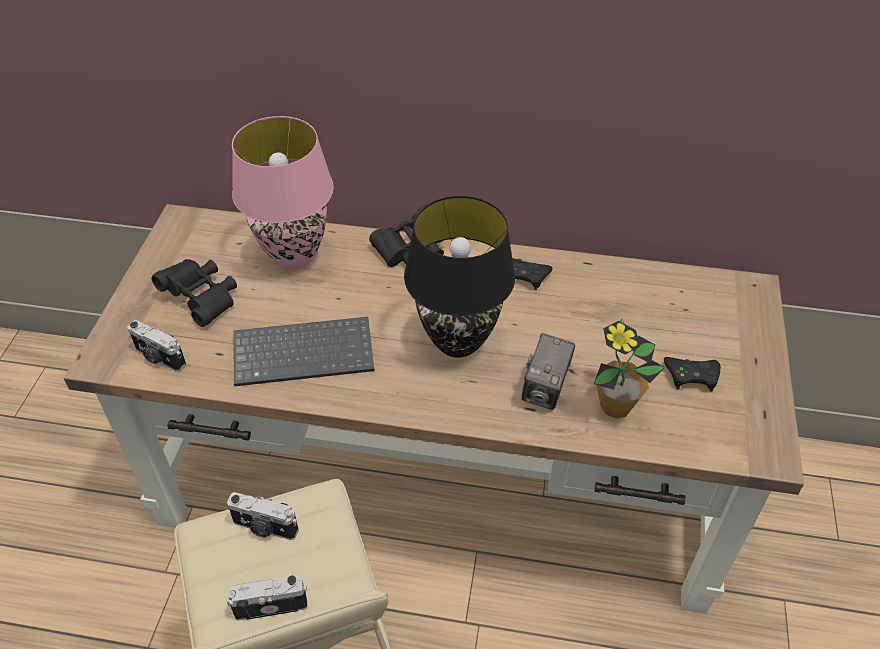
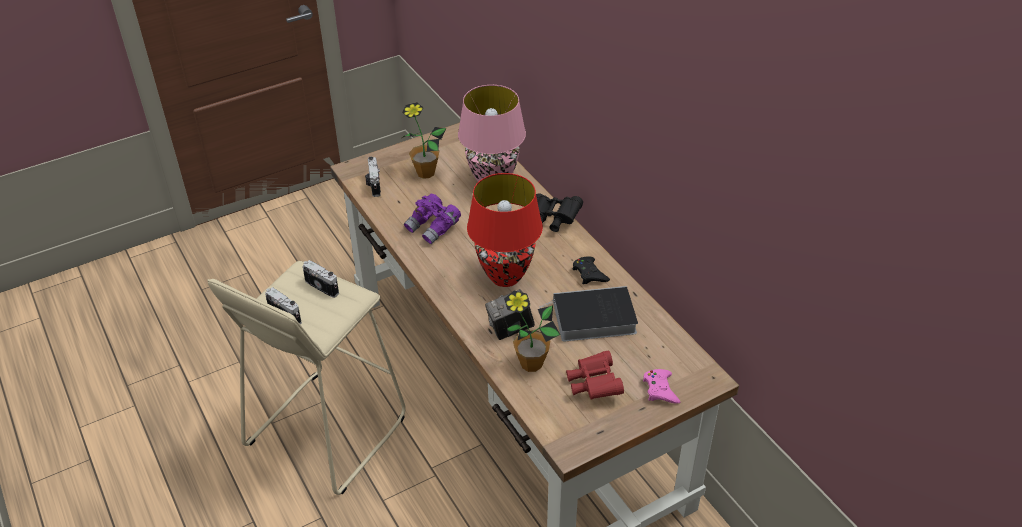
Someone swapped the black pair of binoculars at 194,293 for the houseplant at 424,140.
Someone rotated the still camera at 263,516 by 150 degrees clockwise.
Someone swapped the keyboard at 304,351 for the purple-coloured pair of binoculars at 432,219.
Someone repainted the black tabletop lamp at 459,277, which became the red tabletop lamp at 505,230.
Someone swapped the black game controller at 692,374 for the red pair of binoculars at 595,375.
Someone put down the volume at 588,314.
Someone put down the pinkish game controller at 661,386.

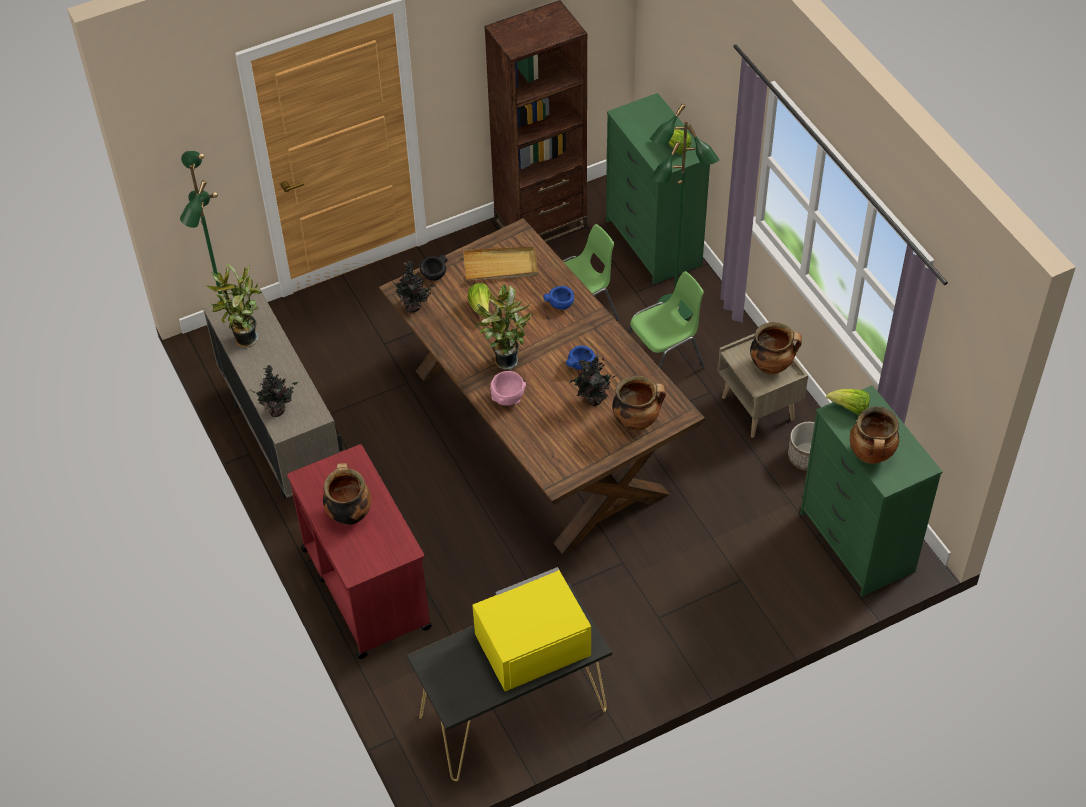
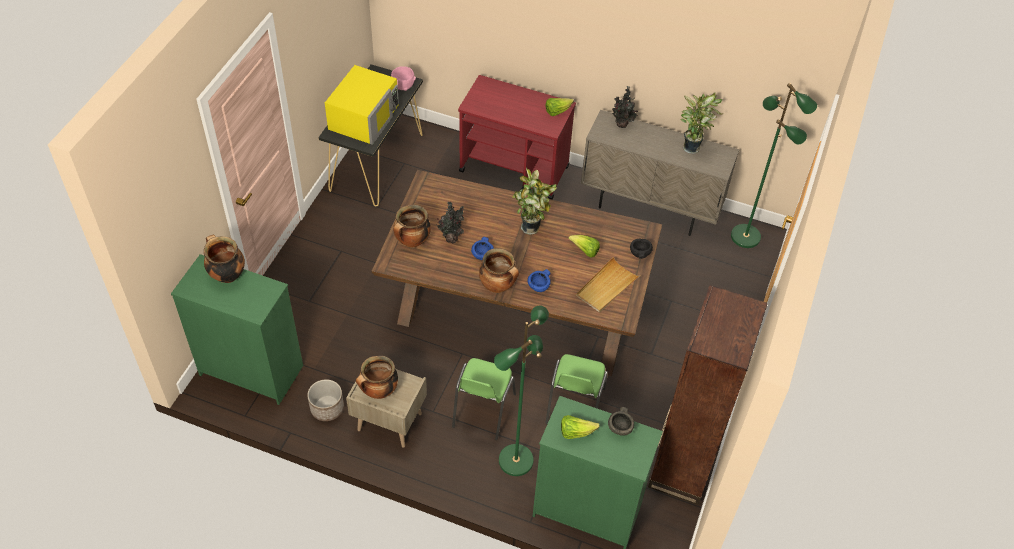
Someone carried the cooking pot from 347,494 to 499,270.
Someone took away the houseplant at 413,286.
Someone carried the pinkish bowl from 508,388 to 403,78.
Someone carried the head of lettuce from 848,402 to 559,107.
Someone put down the gray bowl at 621,421.

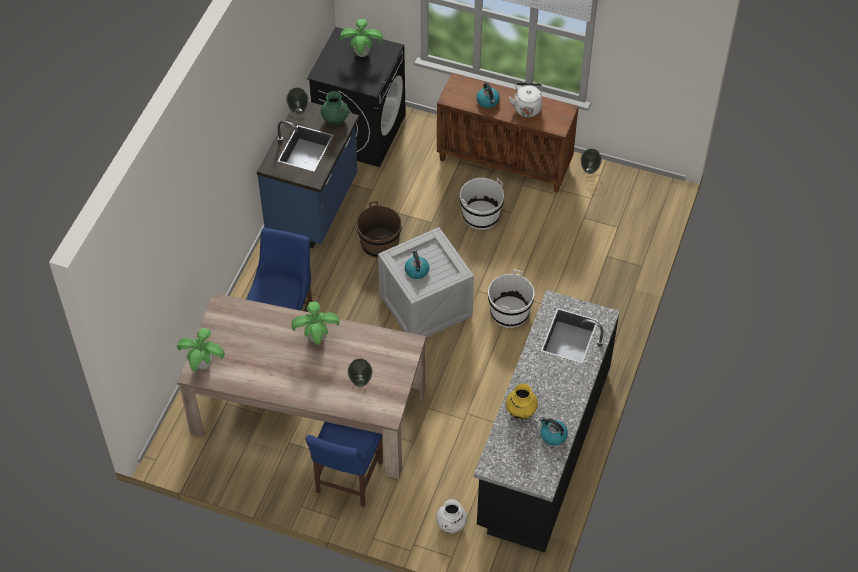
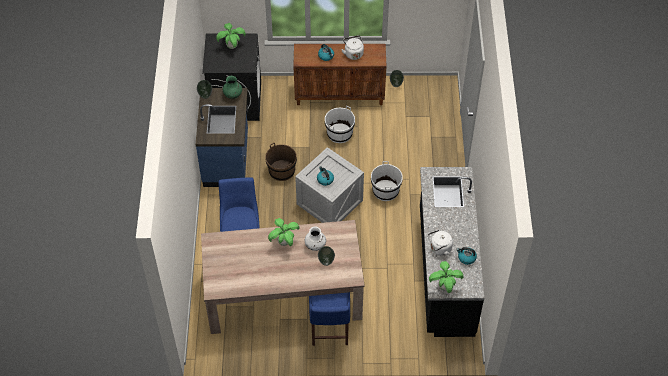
Someone carried the houseplant from 201,350 to 446,277.
Someone carried the whitish decorative vase from 451,516 to 315,238.
Someone swapped the yellow-coloured decorative vase at 522,401 for the whitish water kettle at 440,242.

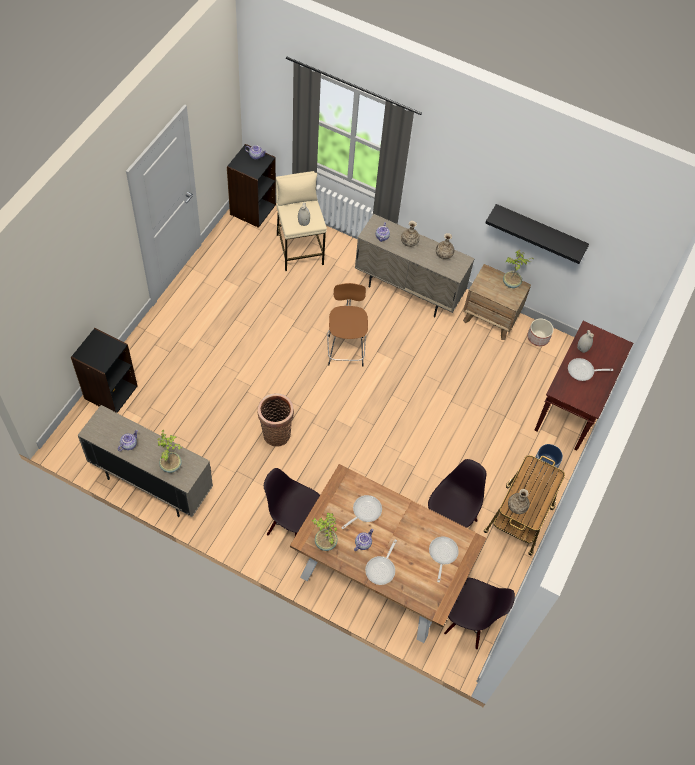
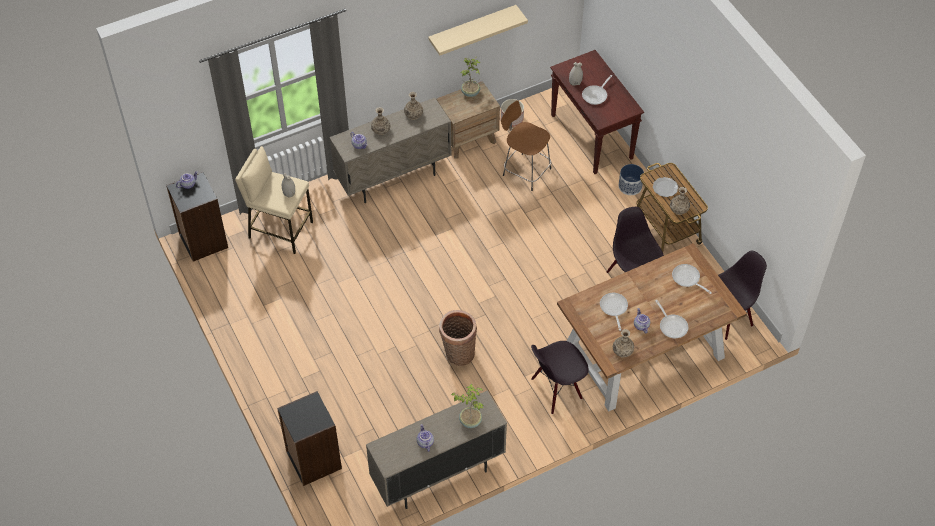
Someone swapped the houseplant at 325,532 for the decorative vase at 623,343.
Someone carried the brown-coloured sitting stool from 347,324 to 526,145.
Someone repainted the black shelf at 537,234, which became the beige shelf at 478,30.
Someone put down the dinner plate at 665,187.

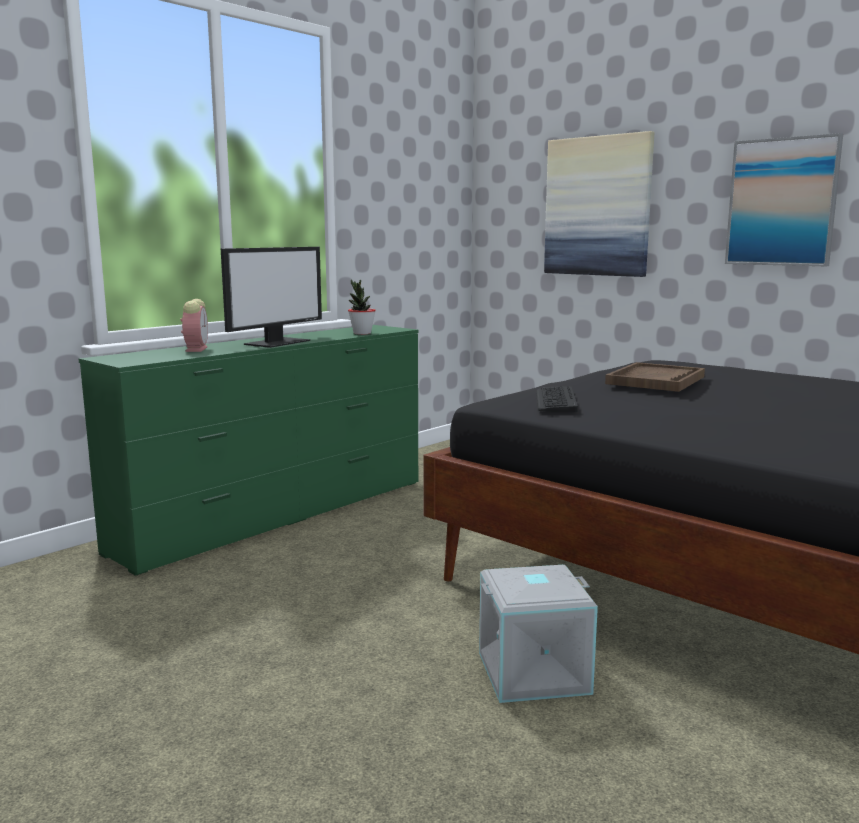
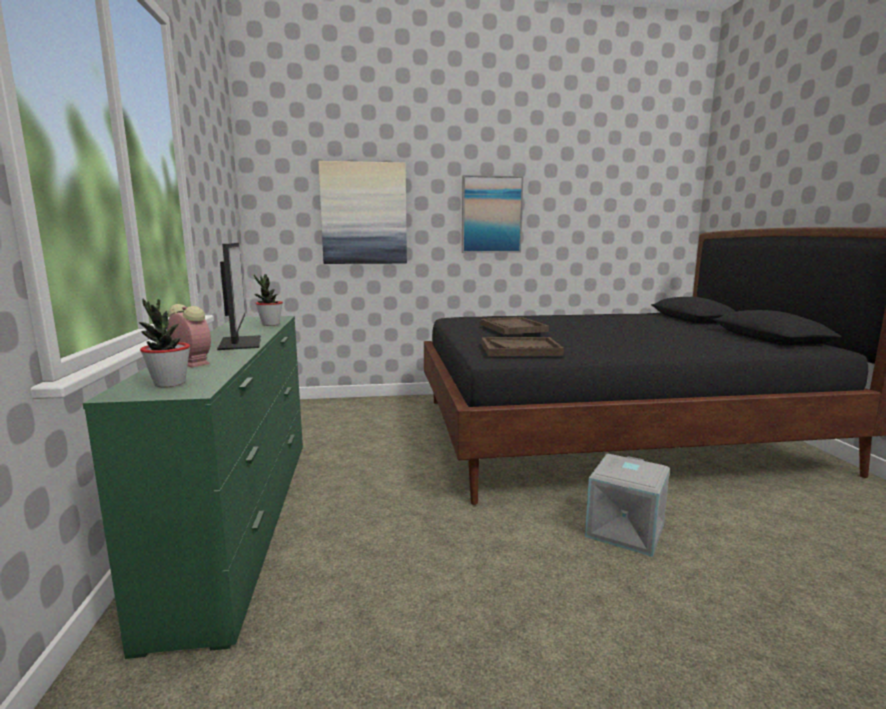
Someone swapped the keyboard at 557,399 for the brown-coloured tray at 522,346.
Someone put down the houseplant at 164,343.

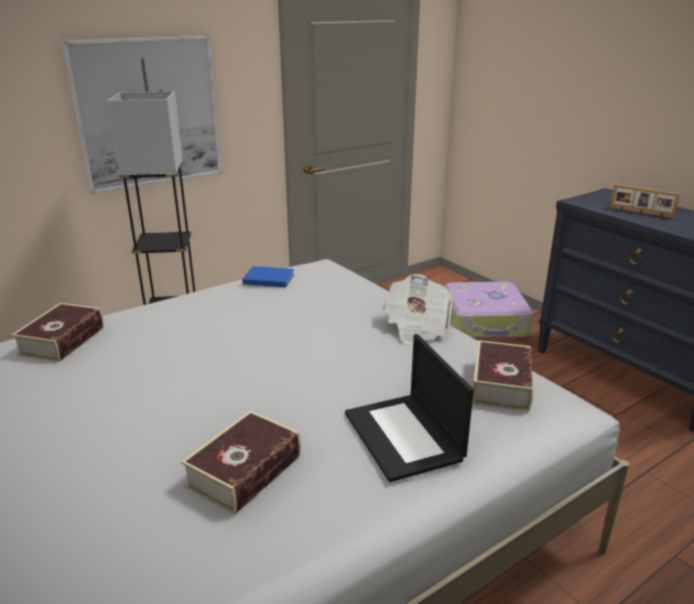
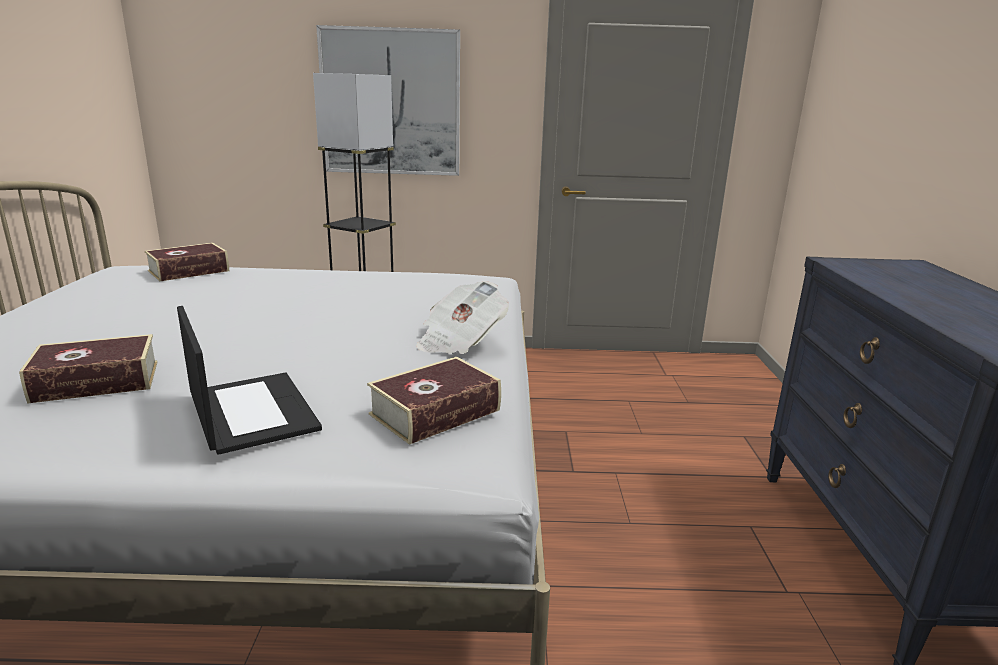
Someone took away the bluish volume at 268,276.
Someone rotated the notebook computer at 409,408 by 135 degrees clockwise.
Someone took away the suitcase at 488,310.
Someone took away the photo frame at 645,201.

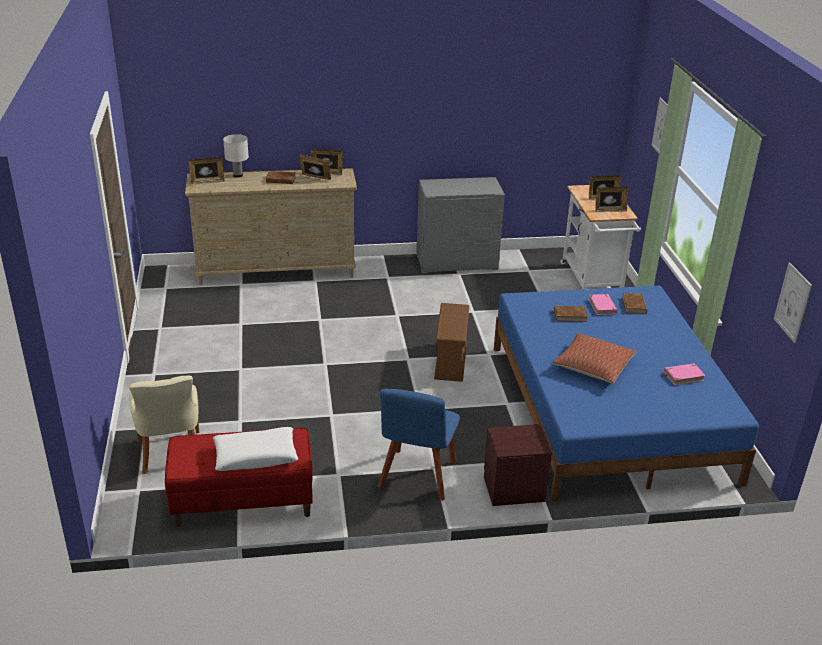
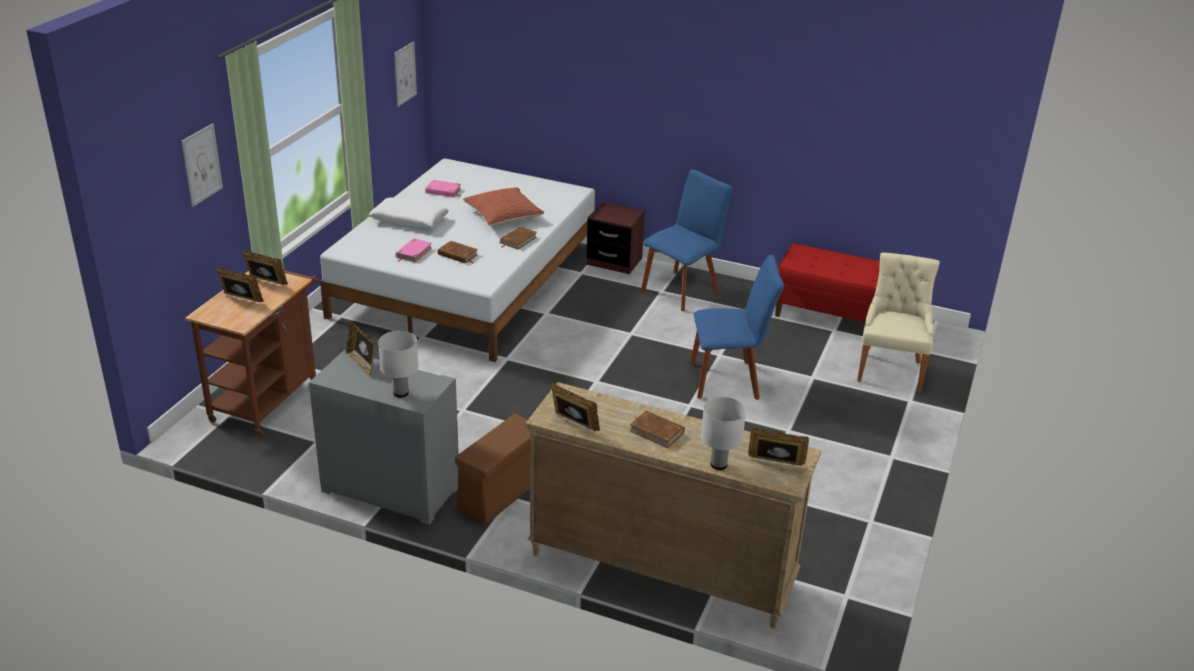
Someone carried the whitish cushion from 255,449 to 409,212.
Someone carried the photo frame from 315,167 to 360,348.
Someone carried the brown-coloured storage box from 451,342 to 492,469.
Someone repainted the bluish bed at 626,393, which became the whitish bed at 457,260.
Someone repainted the whitish wheeled cart at 600,237, which became the brown-coloured wheeled cart at 251,353.
Someone carried the brown-coloured volume from 634,303 to 518,237.
Someone put down the whitish tabletop lamp at 398,364.
Someone put down the bluish plain chair at 737,327.

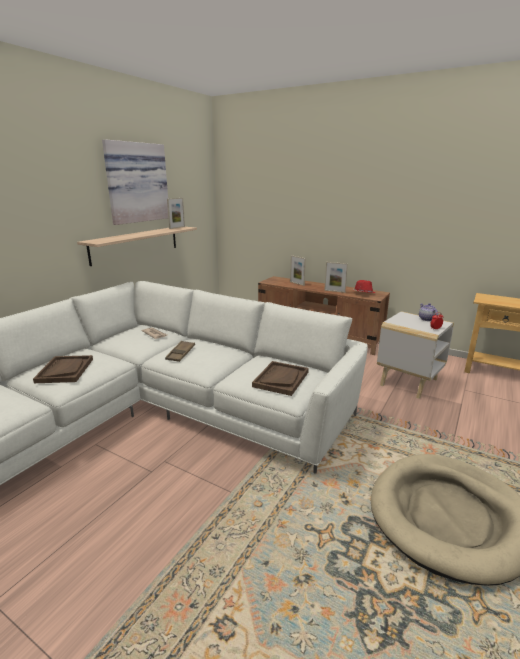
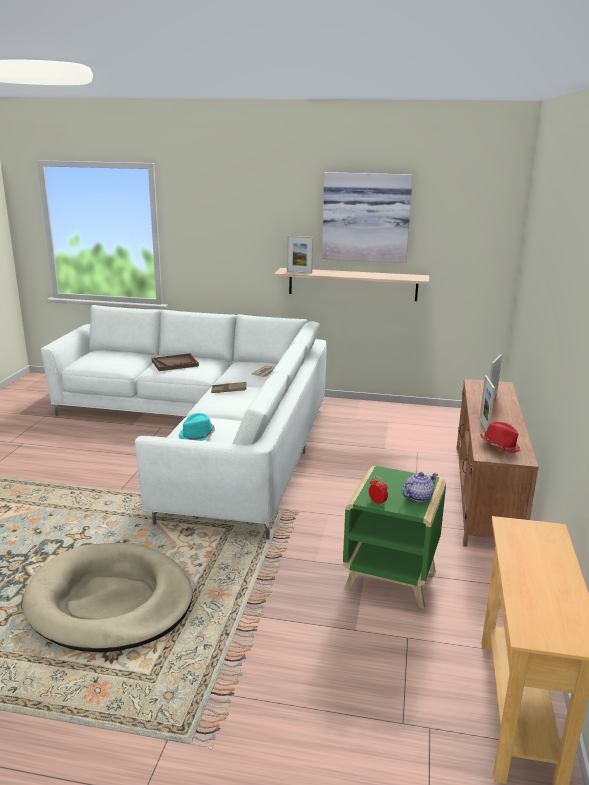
Someone carried the photo frame from 176,213 to 300,255.
Someone swapped the brown-coloured tray at 280,378 for the turquoise clothing hat at 197,427.
Someone repainted the whitish end table at 415,355, which became the green-coloured end table at 394,537.

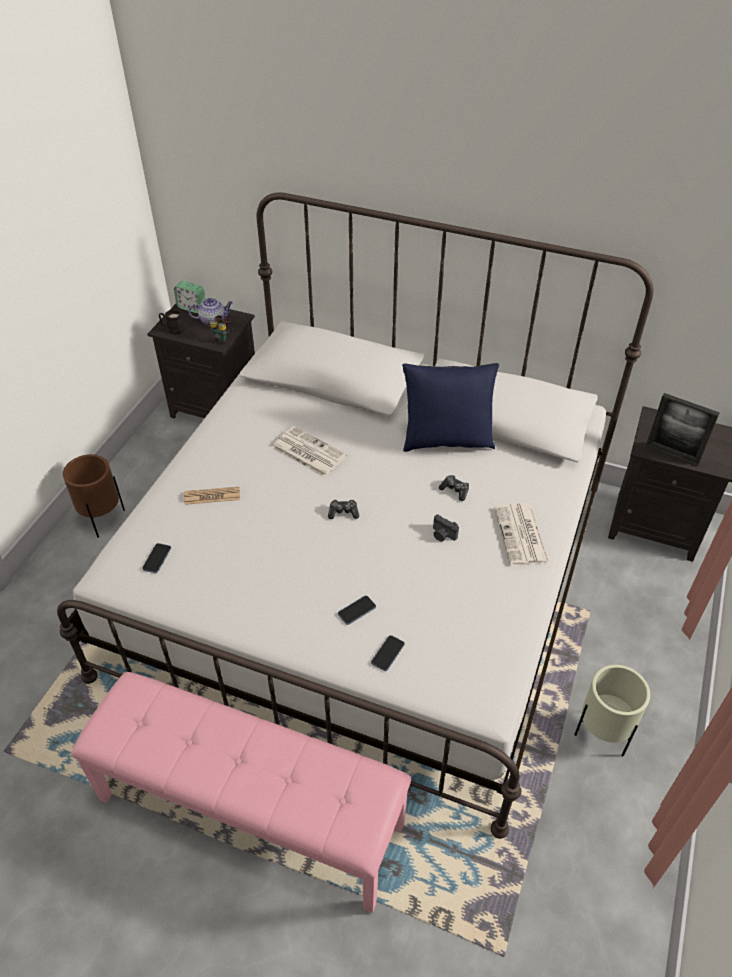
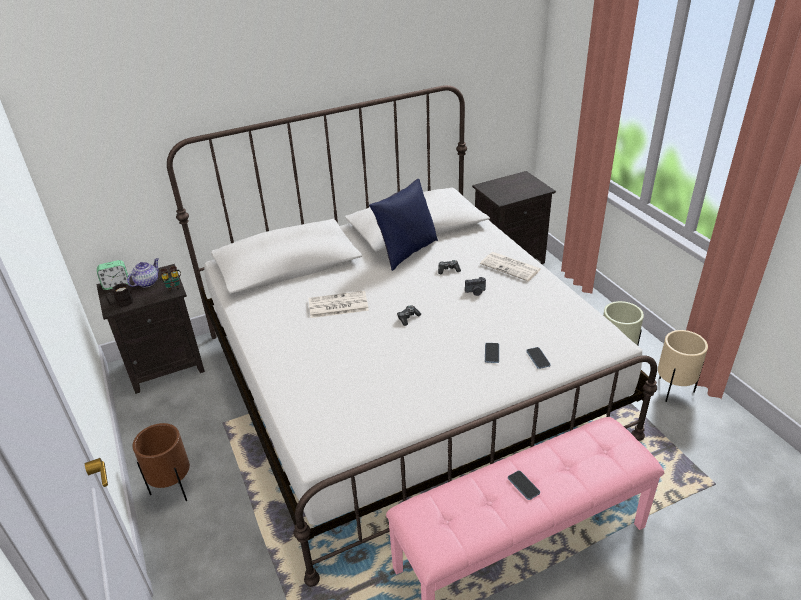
Someone carried the telephone from 156,558 to 524,485.
Someone took away the printed paper at 212,496.
Someone took away the photo frame at 683,429.
Someone put down the beige planter at 683,366.

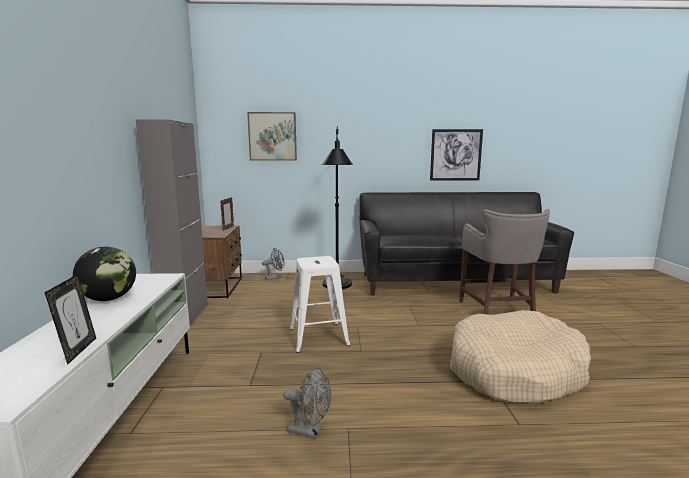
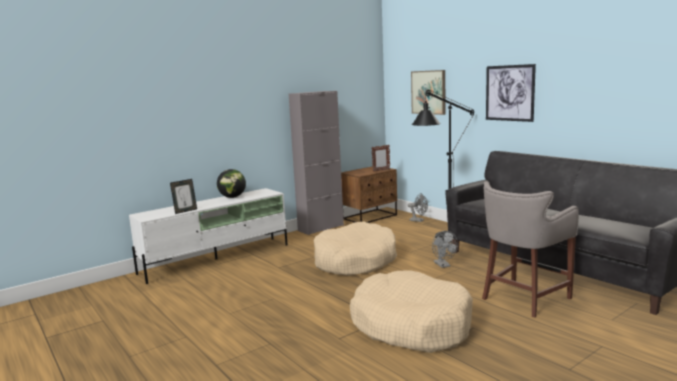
Someone carried the gray fan from 307,403 to 445,249.
Someone swapped the whitish sitting stool at 319,304 for the beige dog cushion at 355,249.
Someone carried the picture from 456,154 to 511,93.

